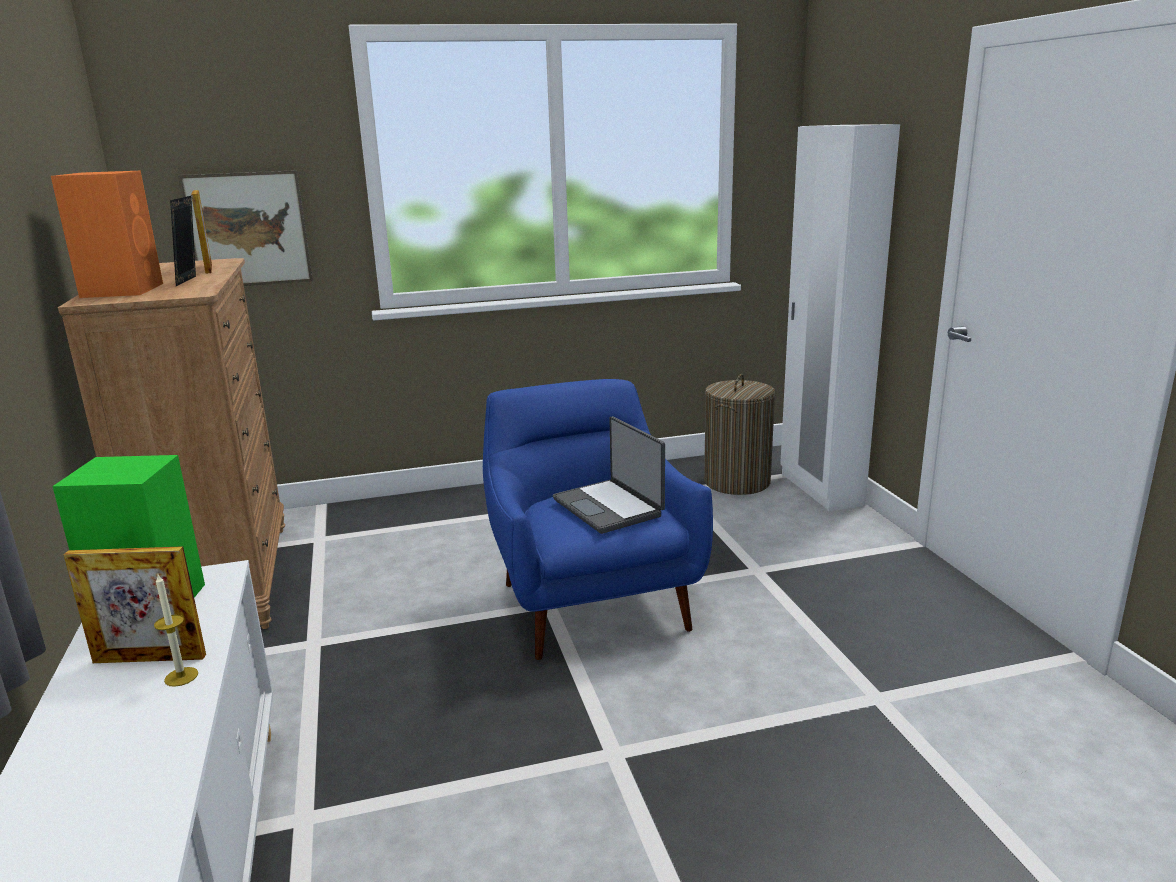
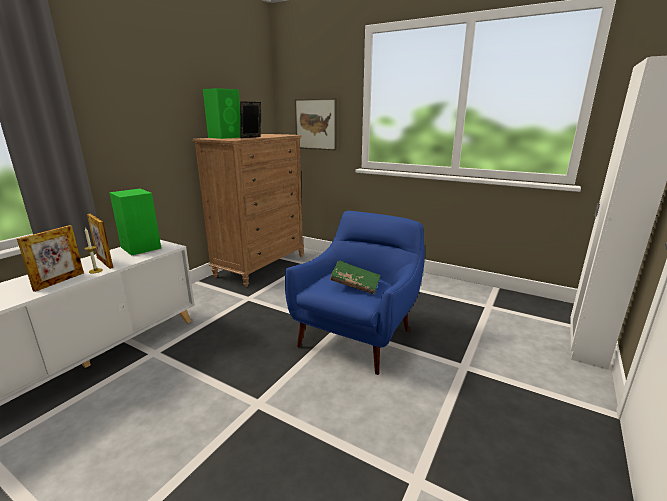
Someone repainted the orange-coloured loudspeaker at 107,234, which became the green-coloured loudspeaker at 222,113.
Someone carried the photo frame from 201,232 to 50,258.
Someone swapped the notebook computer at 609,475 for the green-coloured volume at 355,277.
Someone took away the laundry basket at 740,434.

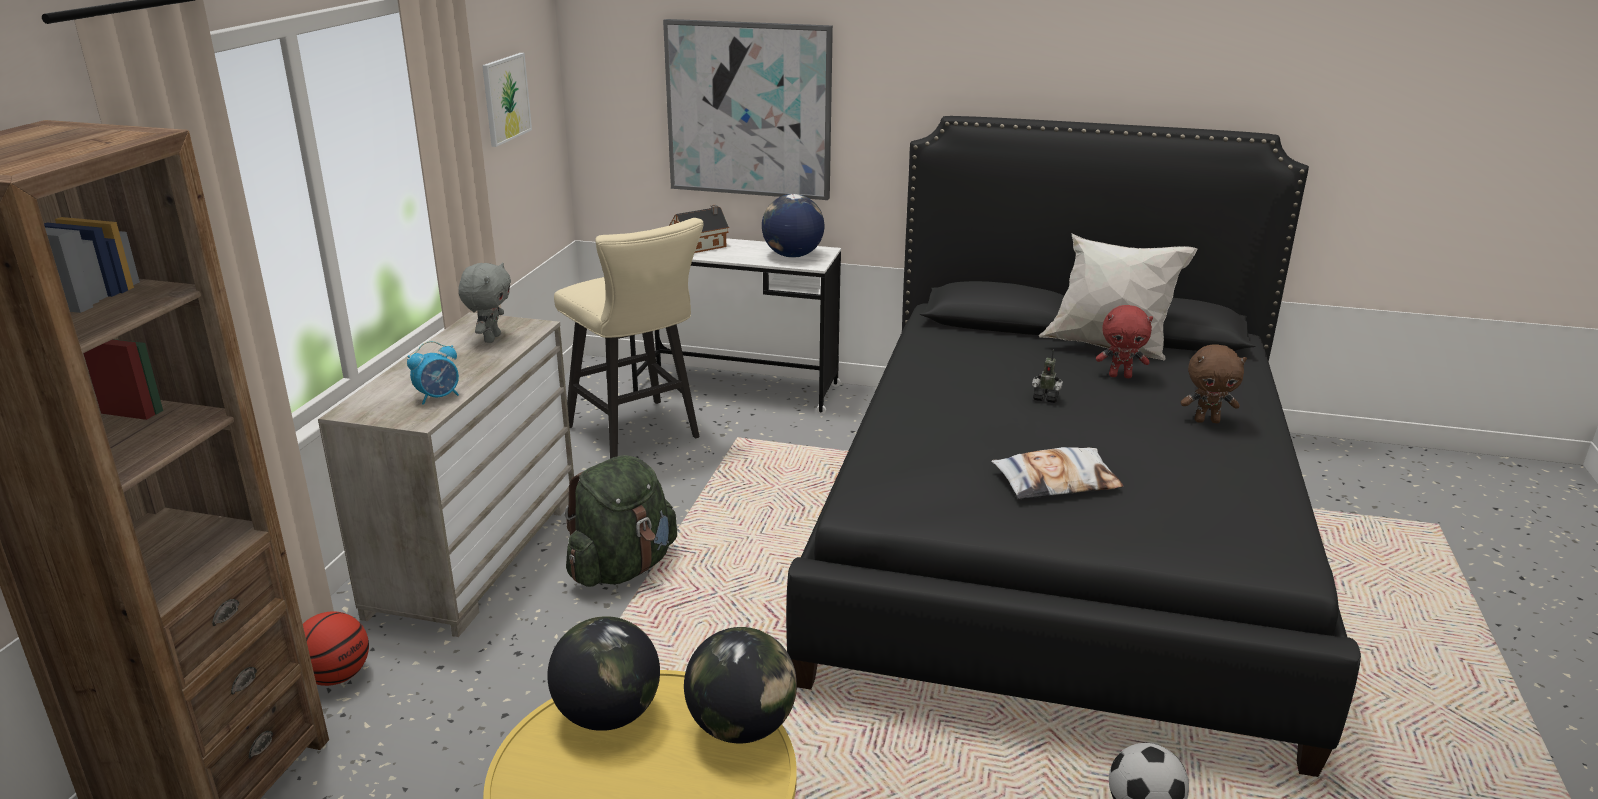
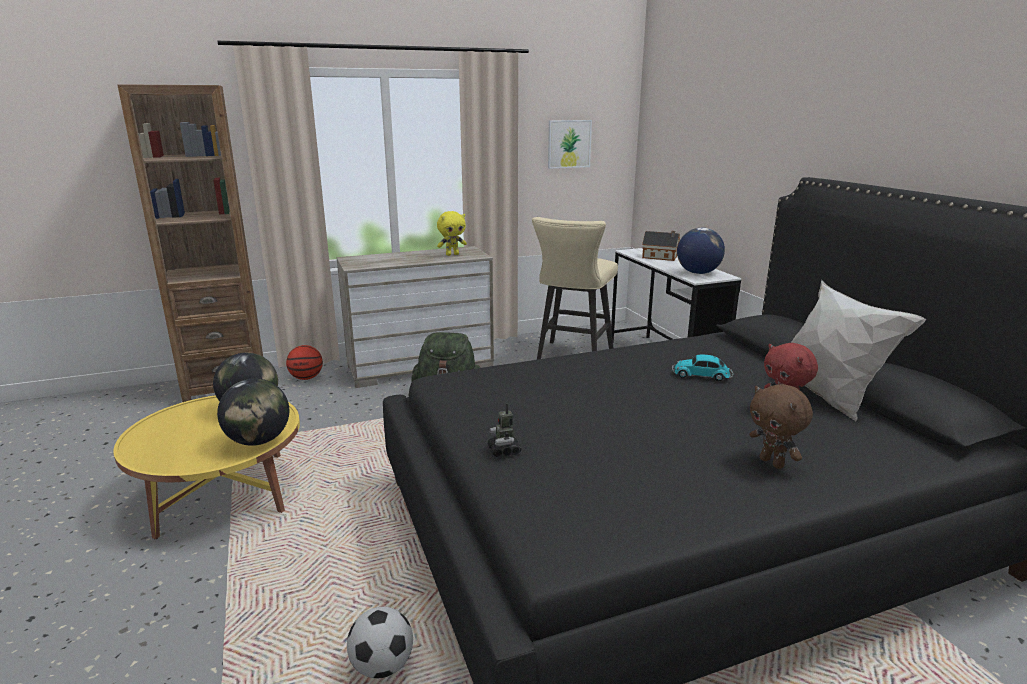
Someone took away the alarm clock at 433,373.
Someone repainted the gray plush toy at 484,302, which became the yellow-coloured plush toy at 452,233.
Someone took away the picture at 748,109.
Someone took away the cushion at 1057,473.
Someone carried the toy robot from 1047,376 to 504,430.
Someone put down the toy car at 702,367.

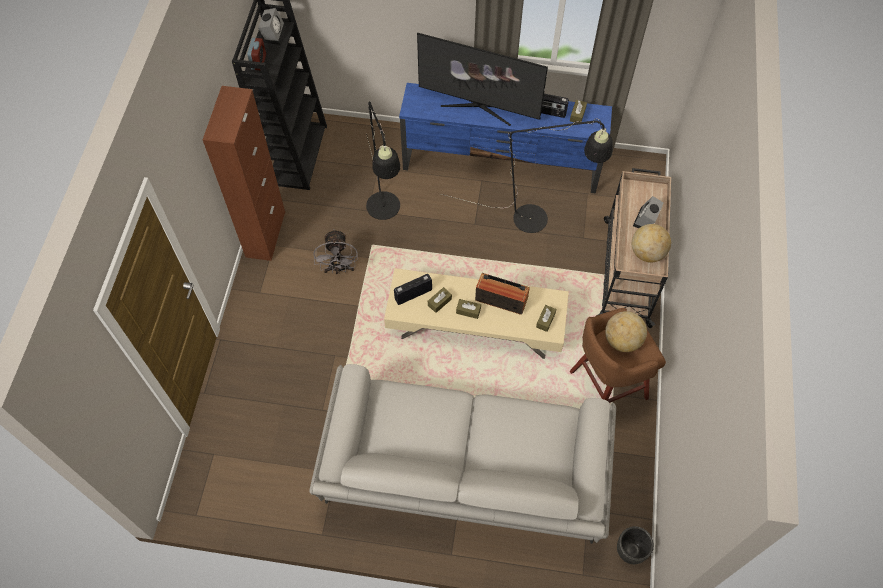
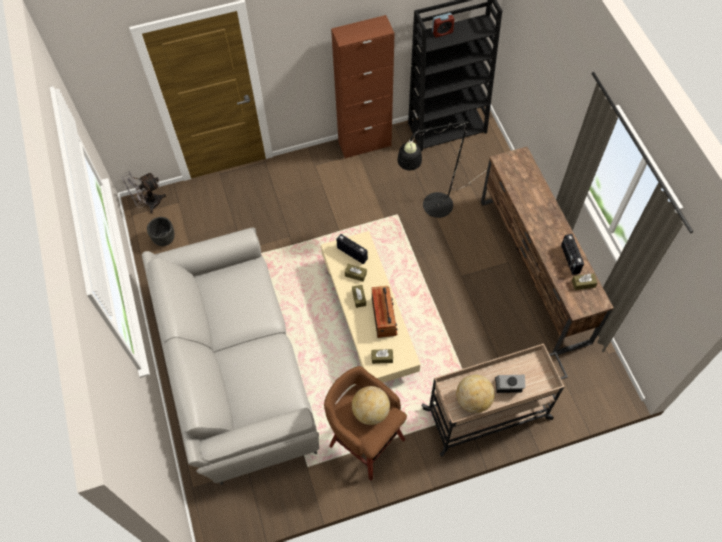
Someone took away the alarm clock at 272,26.
Someone carried the gray fan from 336,251 to 143,192.
Someone repainted the bluish media console at 505,138, which became the brown-coloured media console at 547,251.
Someone took away the TV set at 482,79.
Someone took away the black standard lamp at 527,176.
Someone carried the black planter from 635,545 to 161,231.

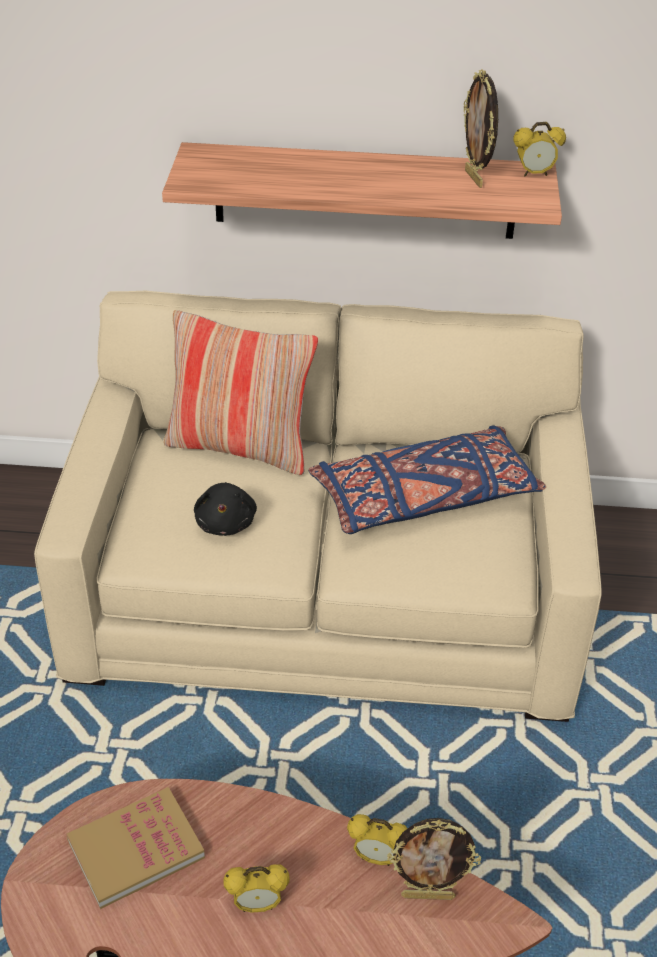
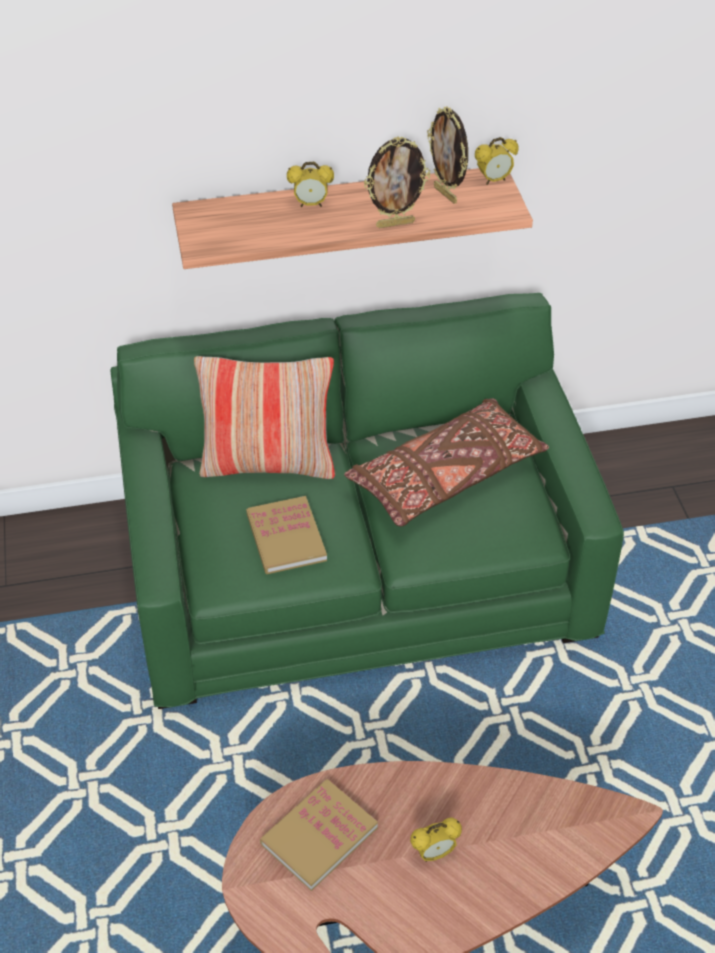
Someone repainted the beige sofa at 318,506, which became the green-coloured sofa at 367,501.
Someone swapped the black plush toy at 225,509 for the volume at 286,535.
Someone repainted the bluish cushion at 427,480, which became the brown-coloured cushion at 446,462.
Someone carried the alarm clock from 377,840 to 310,184.
Someone carried the photo frame from 434,859 to 397,182.

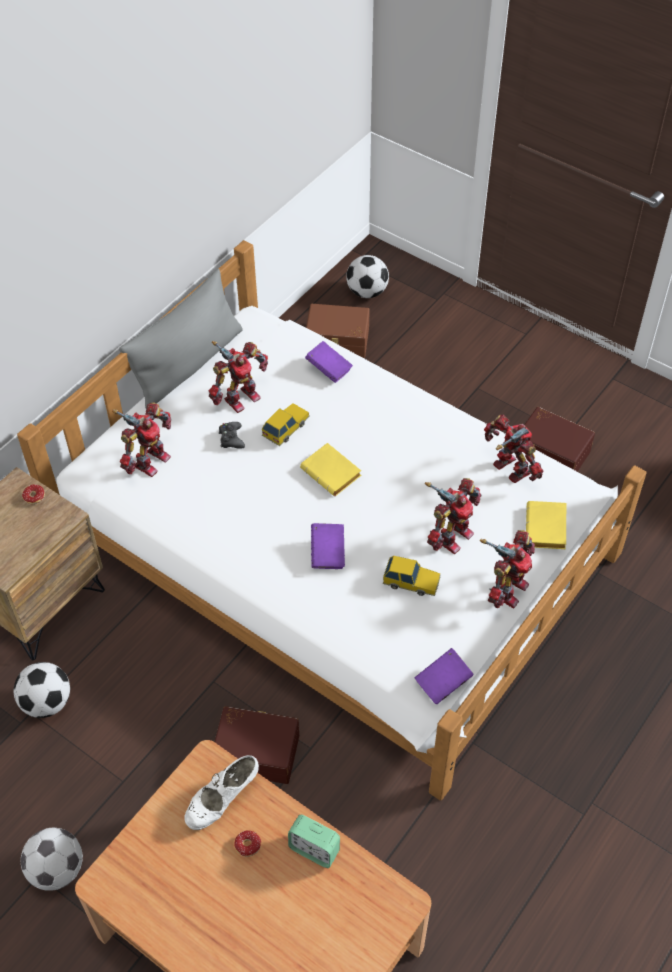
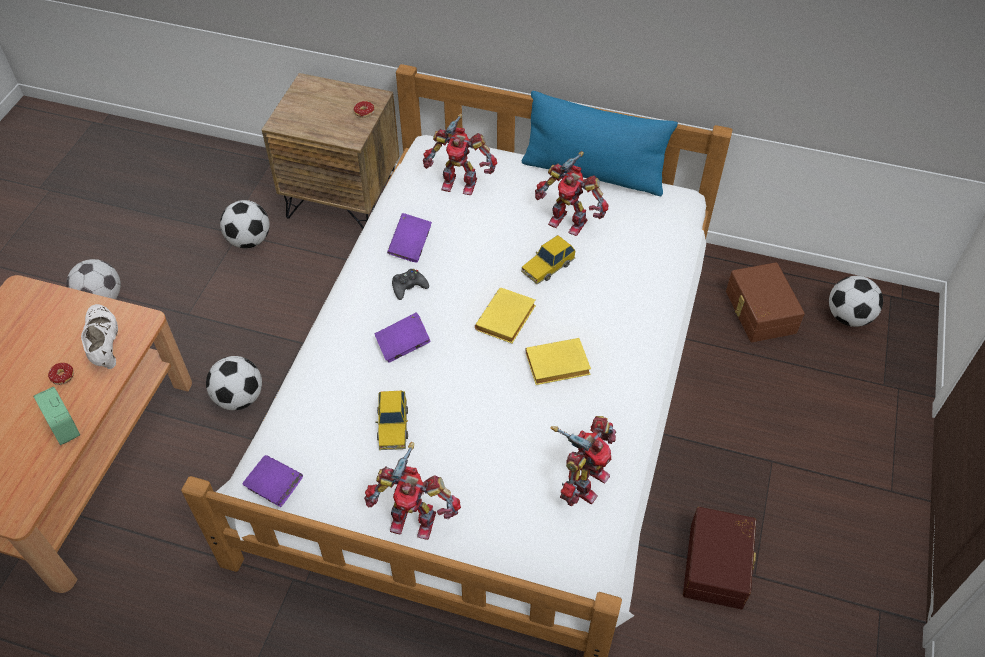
Someone repainted the gray cushion at 181,339, which became the bluish cushion at 600,143.
Someone rotated the whitish shoe at 222,792 by 45 degrees clockwise.
Someone swapped the brown-coloured storage box at 256,745 for the ball for football at 234,383.
Someone carried the black game controller from 232,435 to 410,284.
Someone rotated the toy car at 286,424 by 120 degrees clockwise.
Someone rotated the alarm clock at 314,841 by 45 degrees counterclockwise.
Someone carried the purple-coloured volume from 329,362 to 409,238.
Someone took away the toy robot at 453,516.
Someone carried the yellow-coloured volume from 546,525 to 558,361.

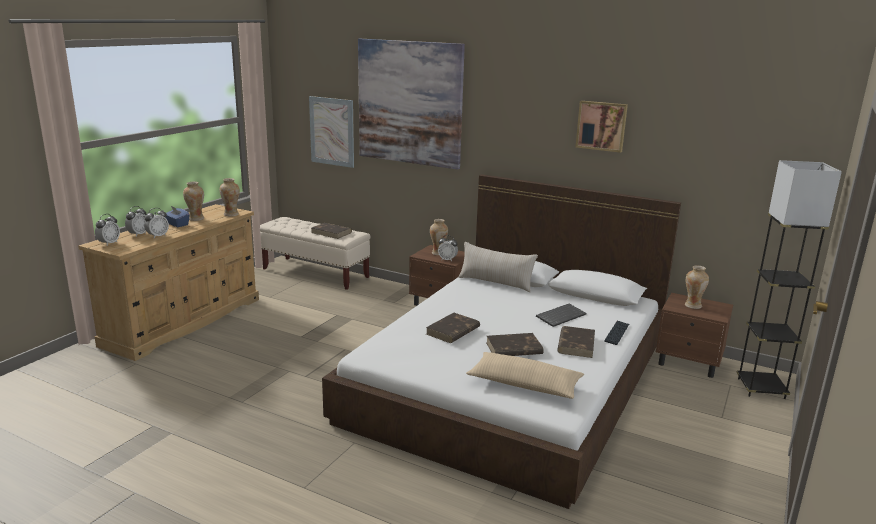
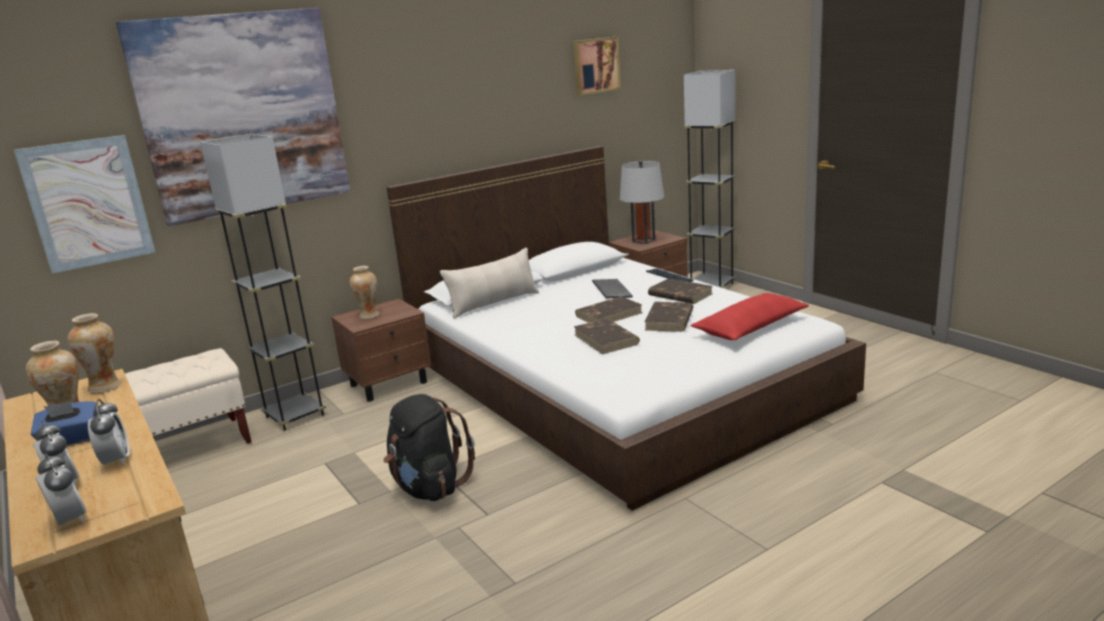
Someone carried the brown-coloured volume from 331,231 to 608,309.
Someone took away the alarm clock at 448,248.
Someone repainted the beige cushion at 525,375, which became the red cushion at 749,316.
Someone carried the picture from 602,127 to 597,66.
Someone swapped the decorative vase at 697,287 for the gray tabletop lamp at 642,202.
Someone put down the gray standard lamp at 263,282.
Someone put down the black knapsack at 429,447.

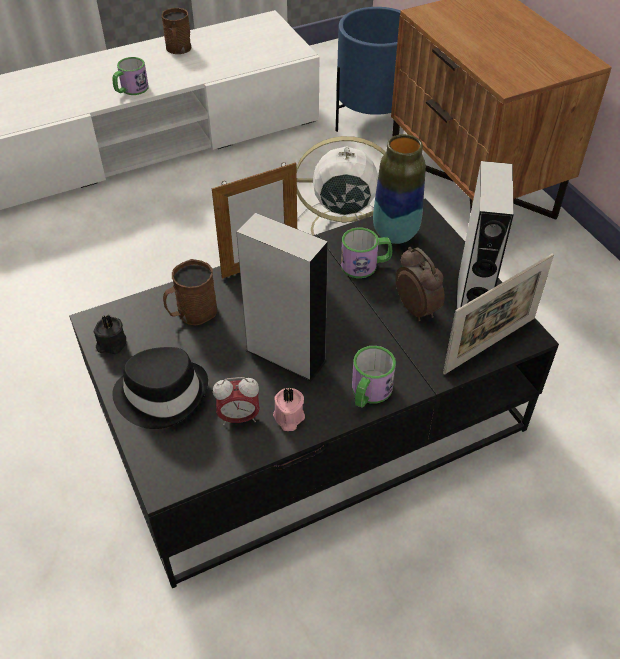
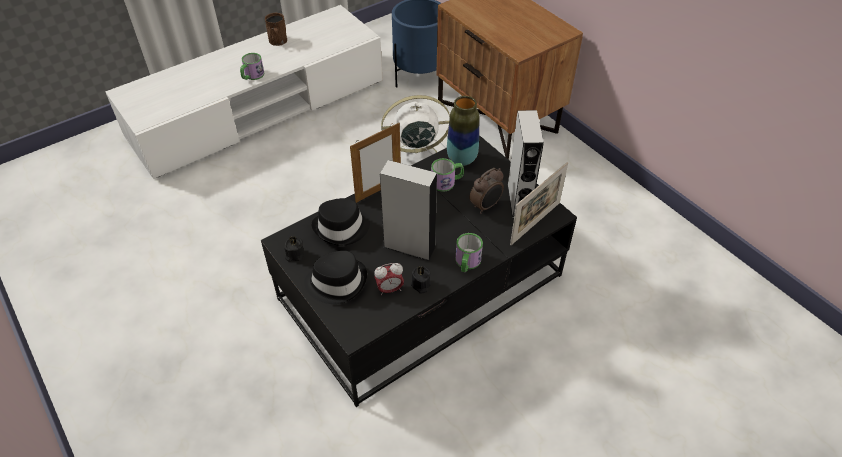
Someone swapped the brown-coloured tea mug at 190,292 for the black clothing hat at 340,222.
Someone repainted the pinkish wax light at 289,409, which became the black wax light at 421,279.
Someone rotated the alarm clock at 420,284 by 90 degrees clockwise.

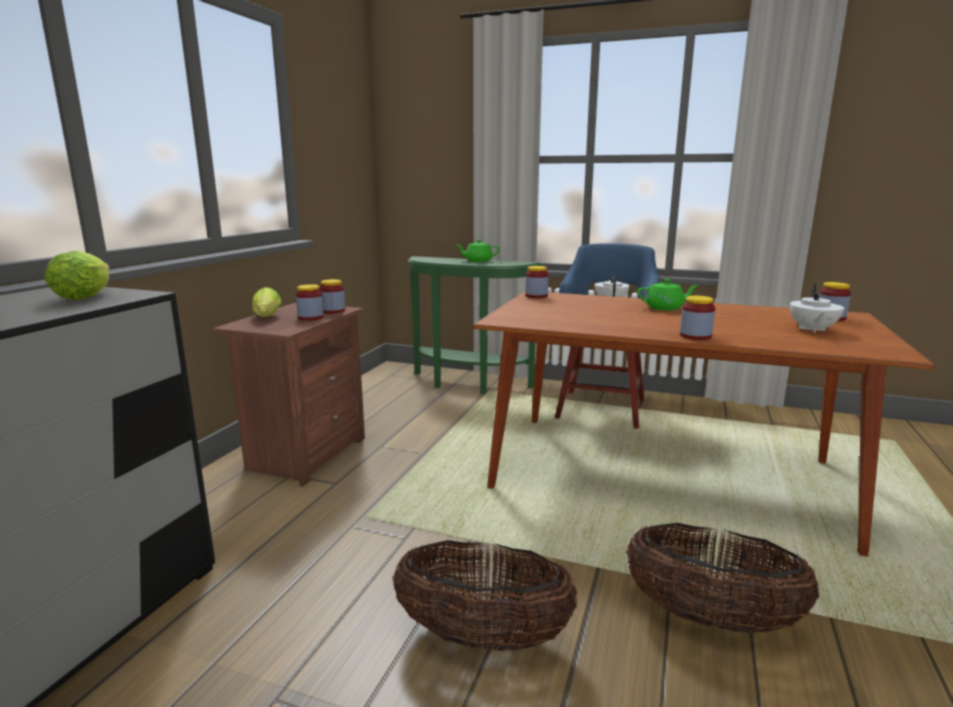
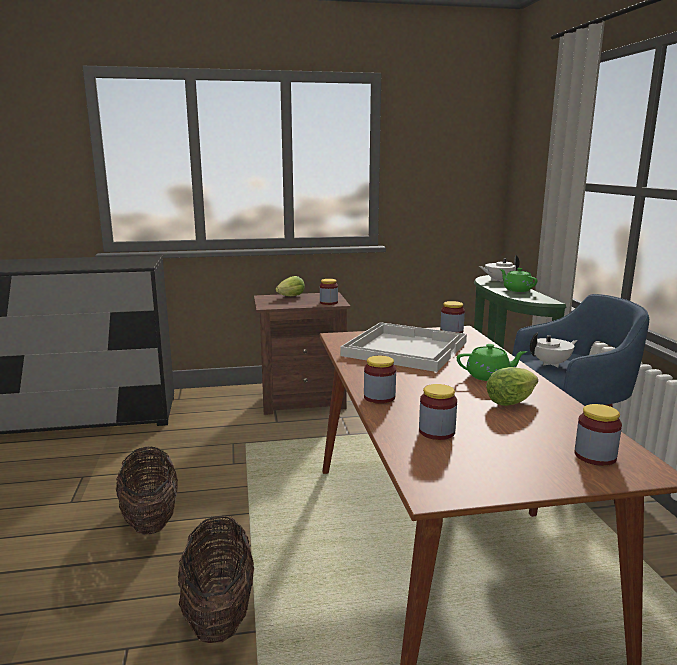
Someone carried the head of lettuce from 77,275 to 512,386.
Someone carried the storage jar from 310,302 to 438,412.
Someone rotated the green-coloured tea pot at 668,294 by 60 degrees counterclockwise.
Someone carried the whitish tea pot from 817,308 to 499,268.
Someone put down the whitish tray at 403,347.

